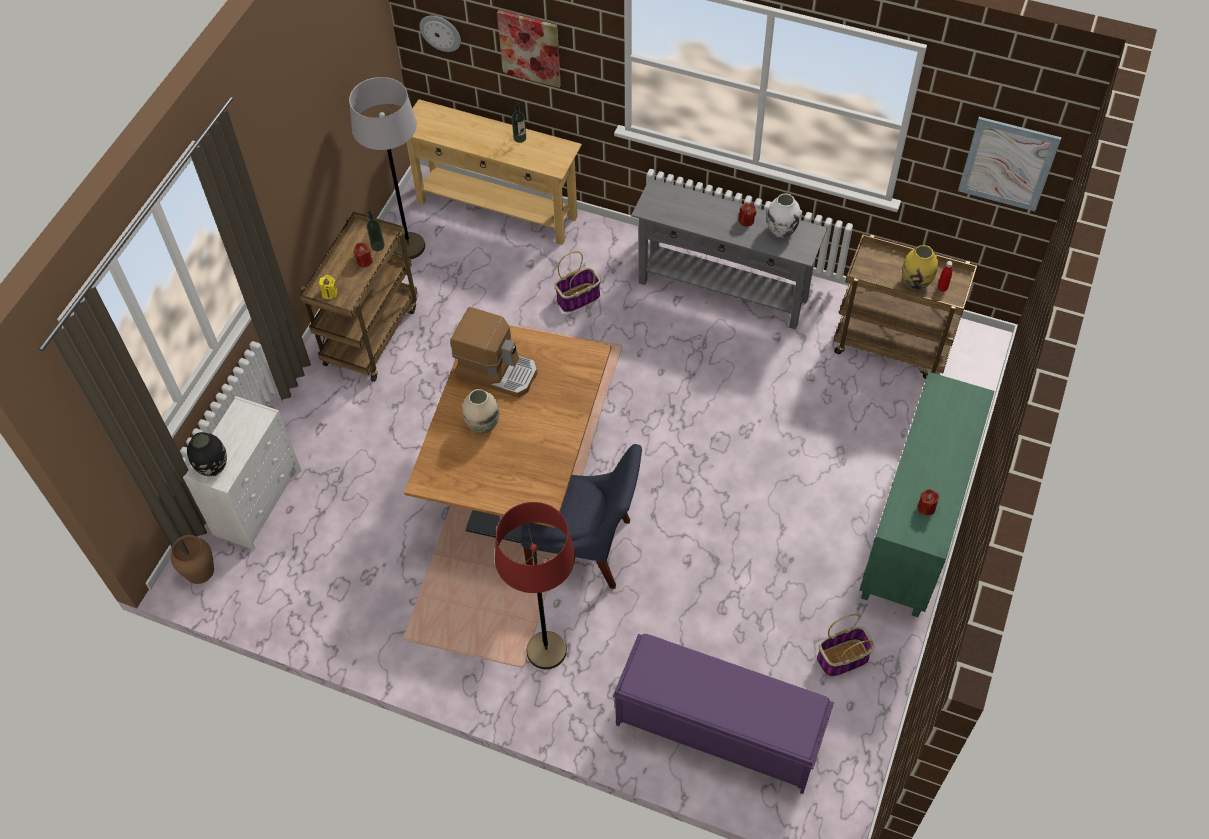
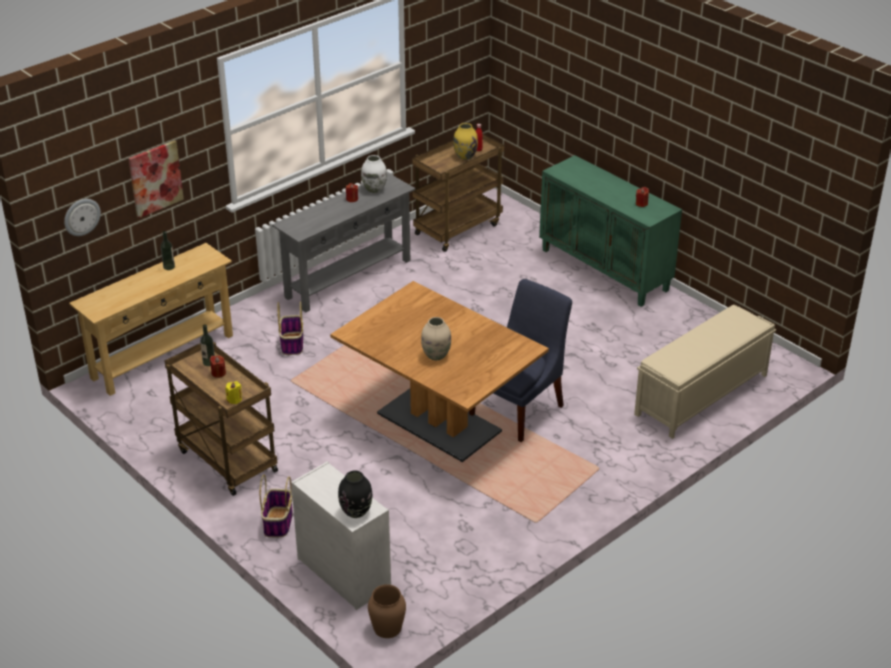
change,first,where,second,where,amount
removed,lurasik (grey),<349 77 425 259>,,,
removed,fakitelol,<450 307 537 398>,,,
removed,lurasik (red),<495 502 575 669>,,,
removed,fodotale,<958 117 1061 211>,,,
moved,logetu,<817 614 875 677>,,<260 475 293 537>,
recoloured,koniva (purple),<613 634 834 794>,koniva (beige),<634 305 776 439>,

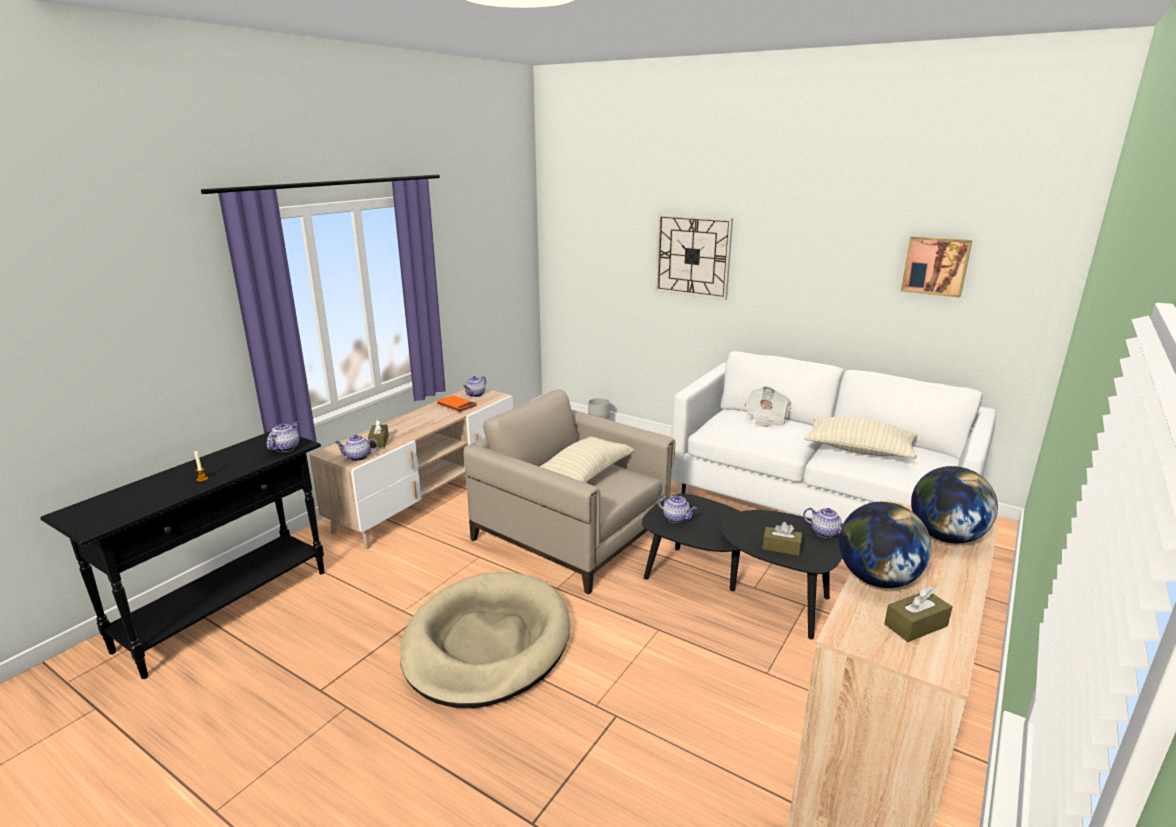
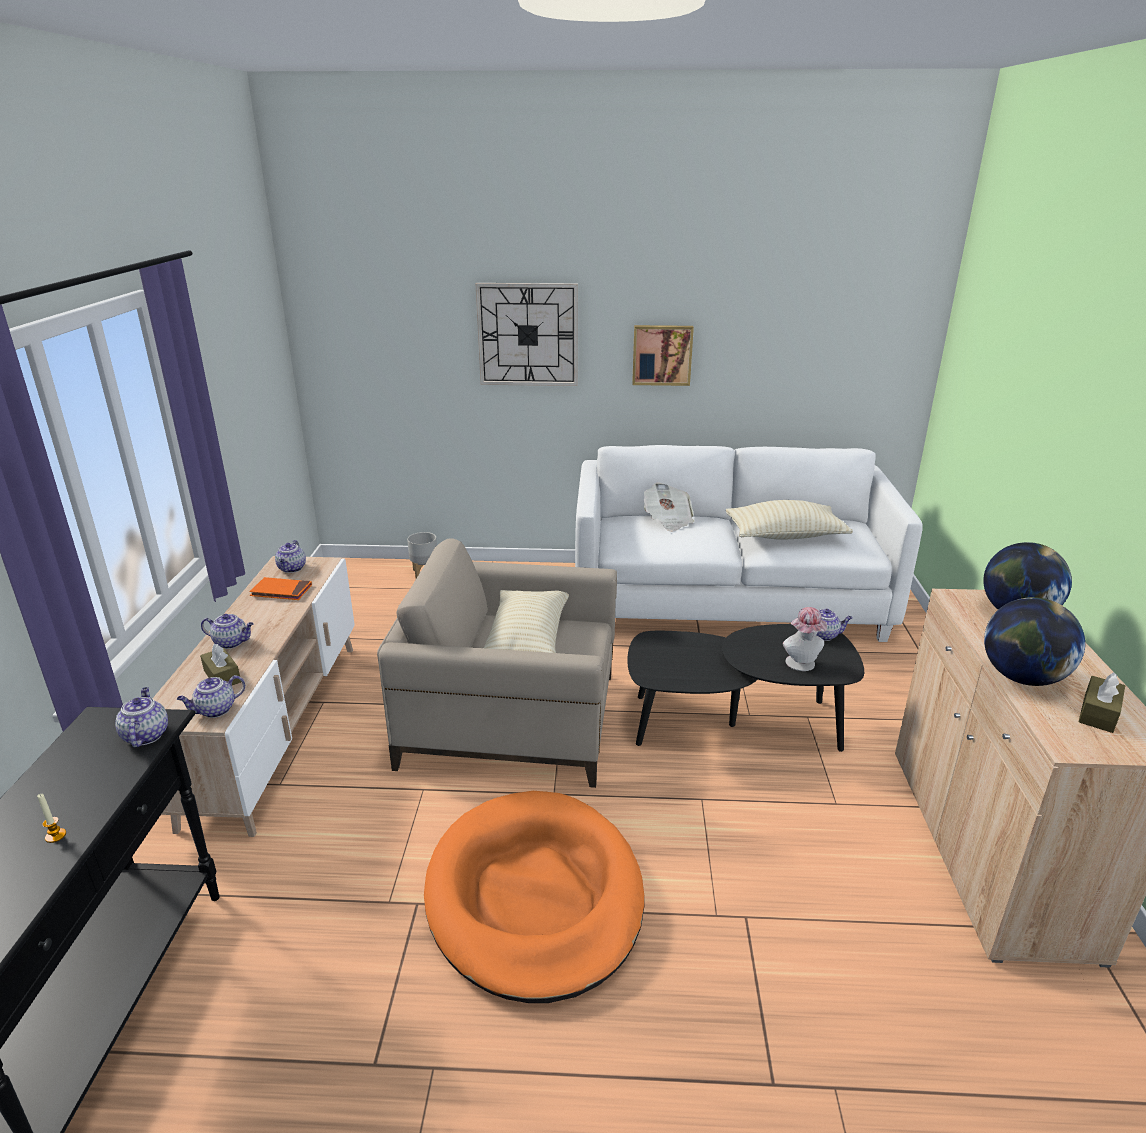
change,first,where,second,where,amount
moved,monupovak,<658 495 697 523>,,<201 614 254 649>,
moved,fodotale,<901 236 972 298>,,<632 325 694 386>,
replaced,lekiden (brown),<762 522 802 556>,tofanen,<783 607 827 671>,
recoloured,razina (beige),<400 572 570 708>,razina (orange),<424 791 644 1003>,

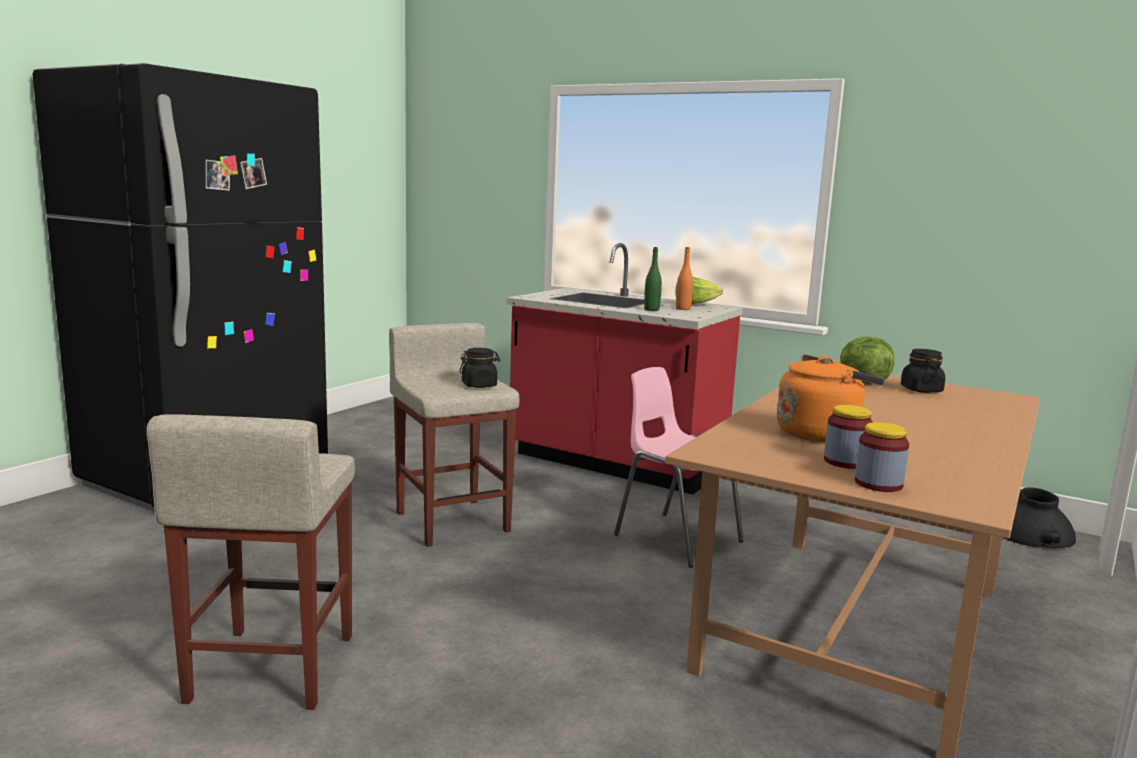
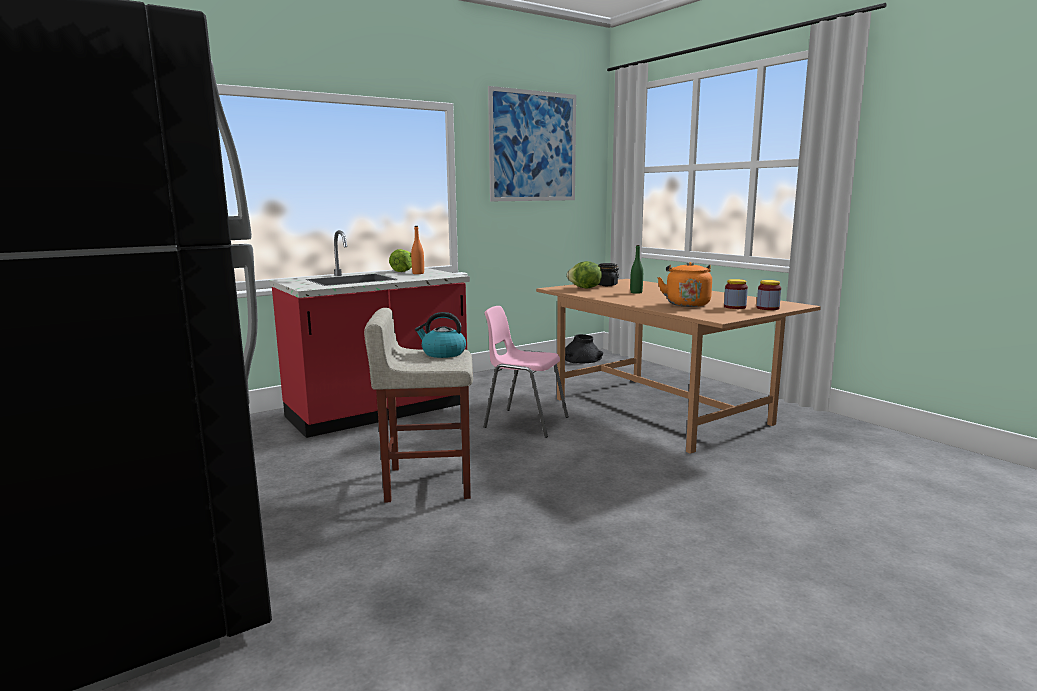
change,first,where,second,where,amount
removed,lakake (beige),<147 414 355 710>,,,
added,,,fodotale,<488 86 576 201>,
moved,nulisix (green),<644 247 662 311>,,<630 245 643 294>,
replaced,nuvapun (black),<459 348 500 388>,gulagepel,<415 312 466 358>,
turned,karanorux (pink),<614 367 743 568>,,<484 306 569 438>,45 degrees clockwise

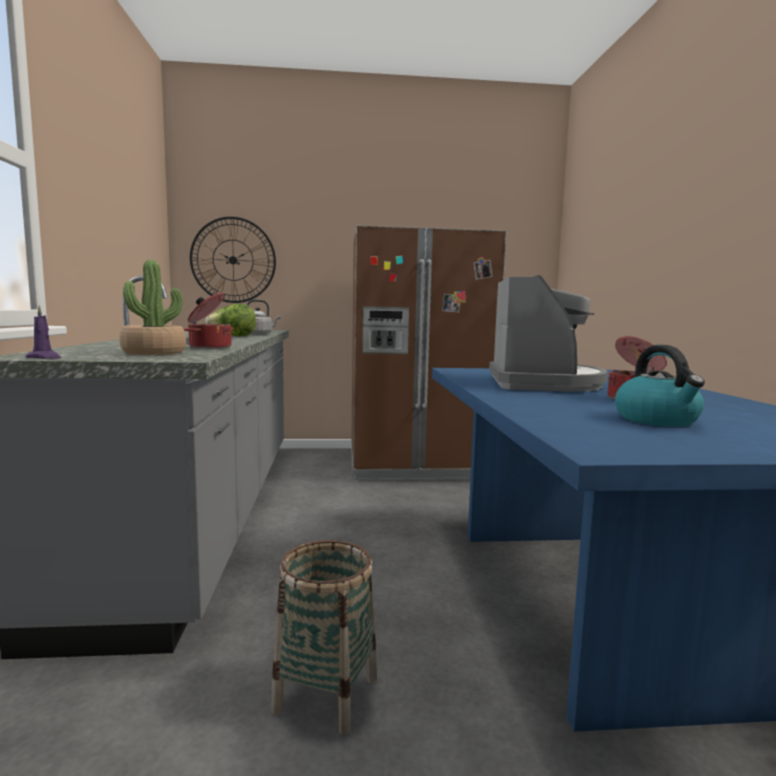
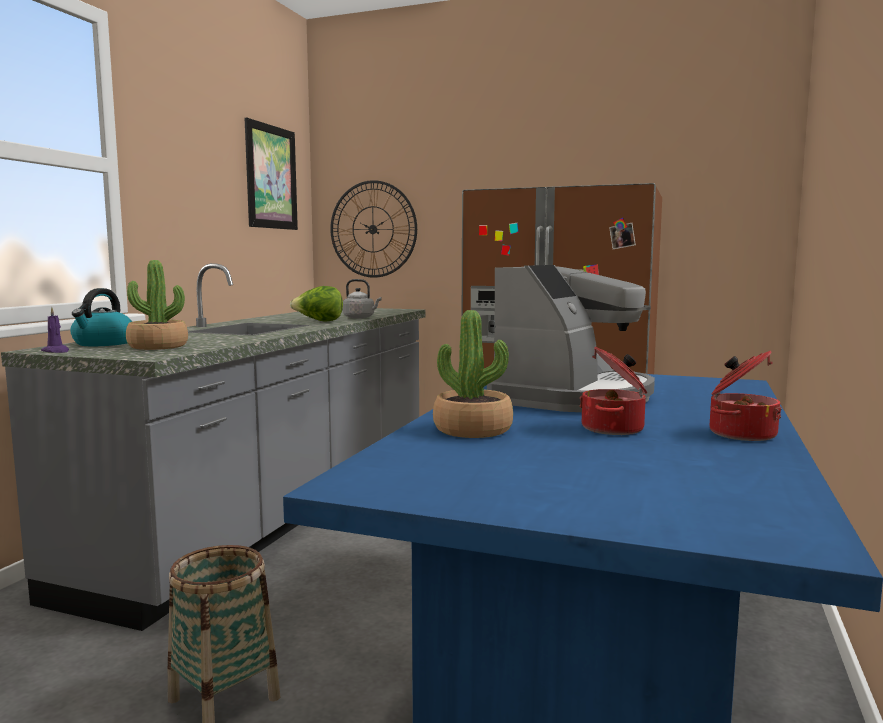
change,first,where,second,where,amount
added,,,fodotale,<245 118 298 230>,
added,,,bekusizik,<433 310 513 438>,
moved,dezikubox,<184 293 234 349>,,<709 351 782 441>,
moved,gulagepel,<615 345 705 427>,,<70 288 132 346>,

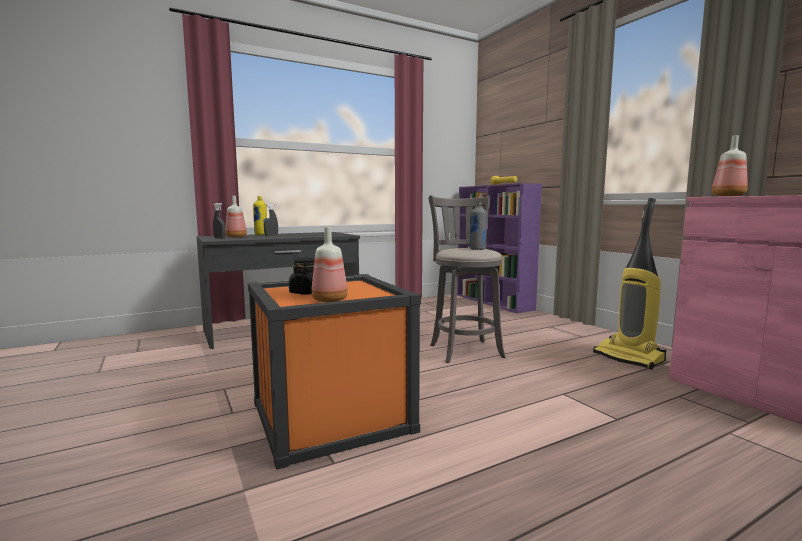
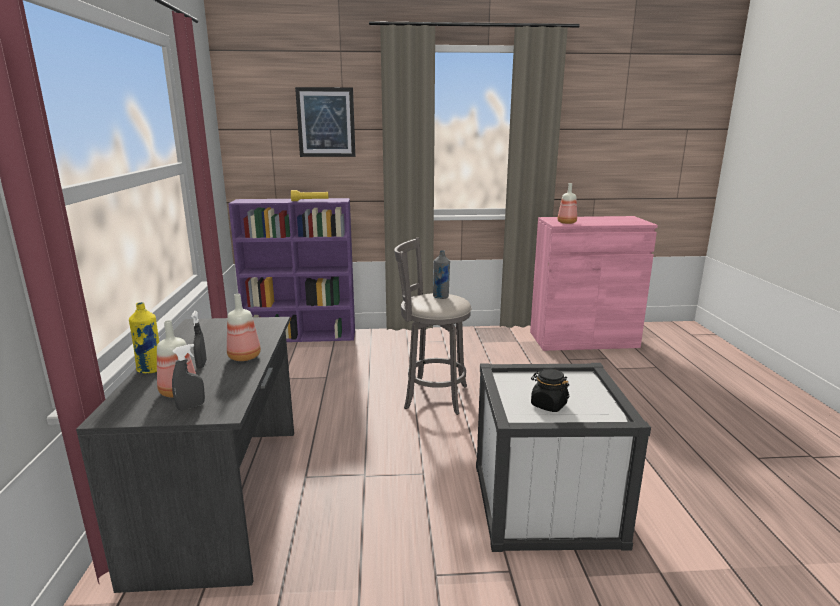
change,first,where,second,where,amount
removed,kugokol,<593 198 666 370>,,,
added,,,fodotale,<295 87 355 157>,
moved,nulisix,<311 227 348 302>,,<227 294 261 361>,
recoloured,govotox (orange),<248 274 421 470>,govotox (white),<476 363 651 552>,

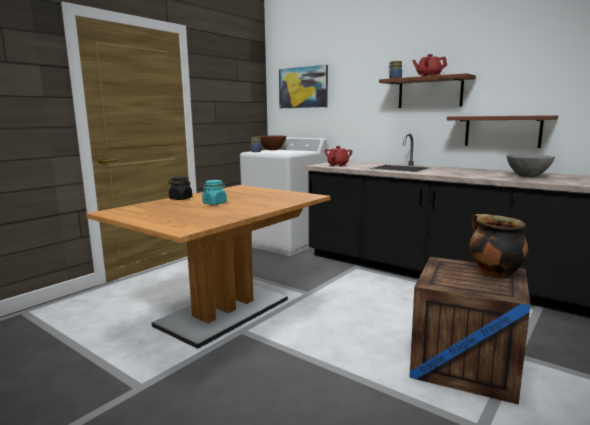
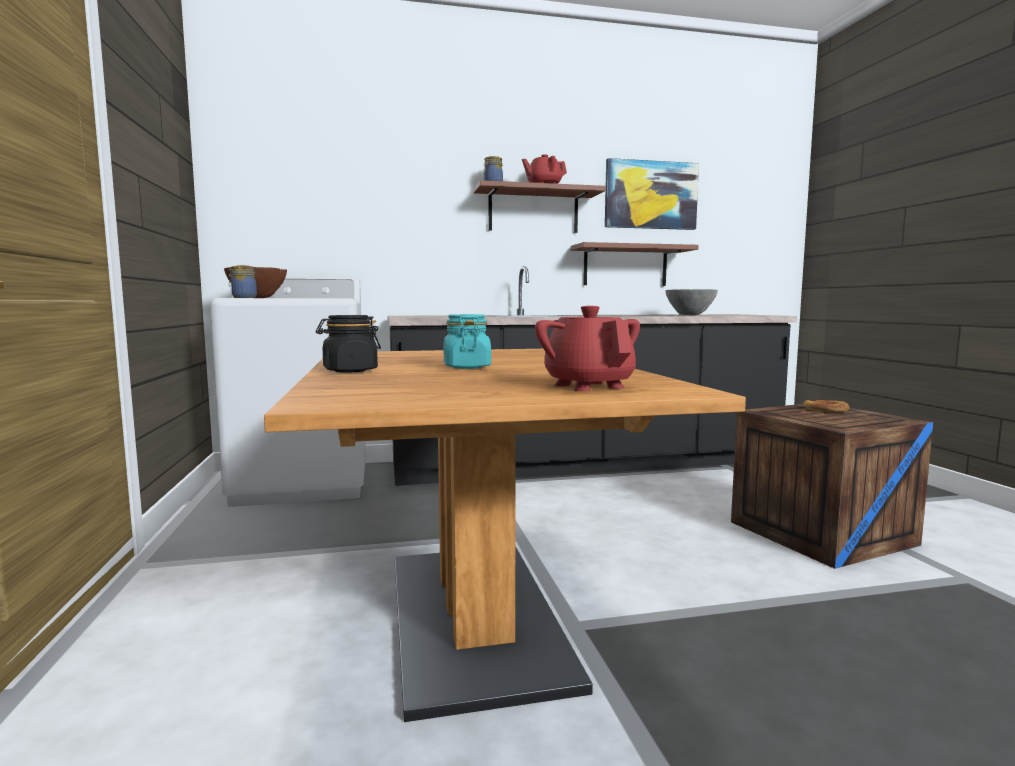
change,first,where,second,where,amount
moved,fodotale,<279 65 328 108>,,<605 158 699 230>,
moved,monupovak (red),<324 146 352 167>,,<535 306 640 391>,
replaced,dezikubox,<469 214 528 279>,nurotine,<803 400 850 412>,

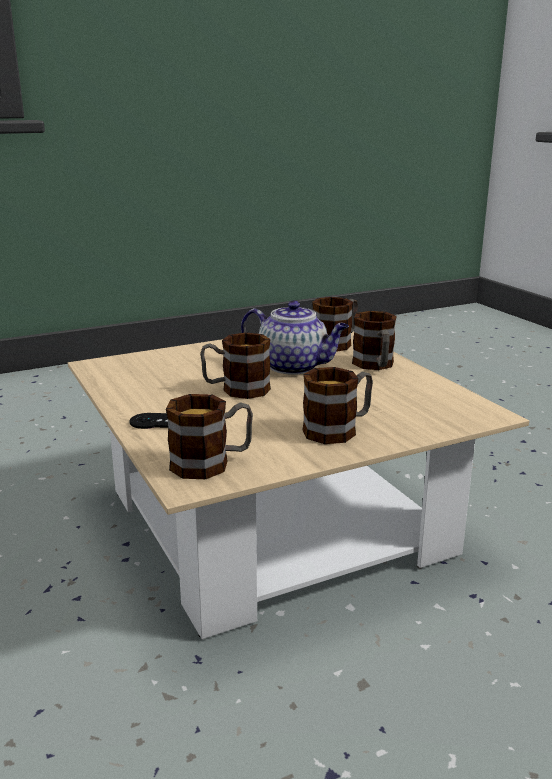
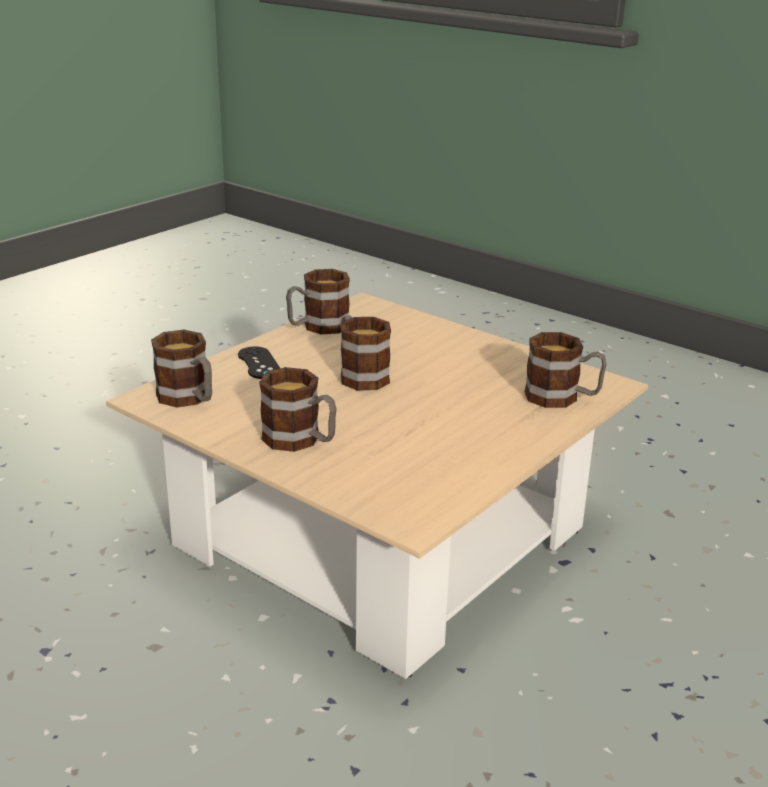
change,first,where,second,where,amount
removed,monupovak,<241 301 349 375>,,,
moved,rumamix,<352 311 397 370>,,<286 269 350 334>,

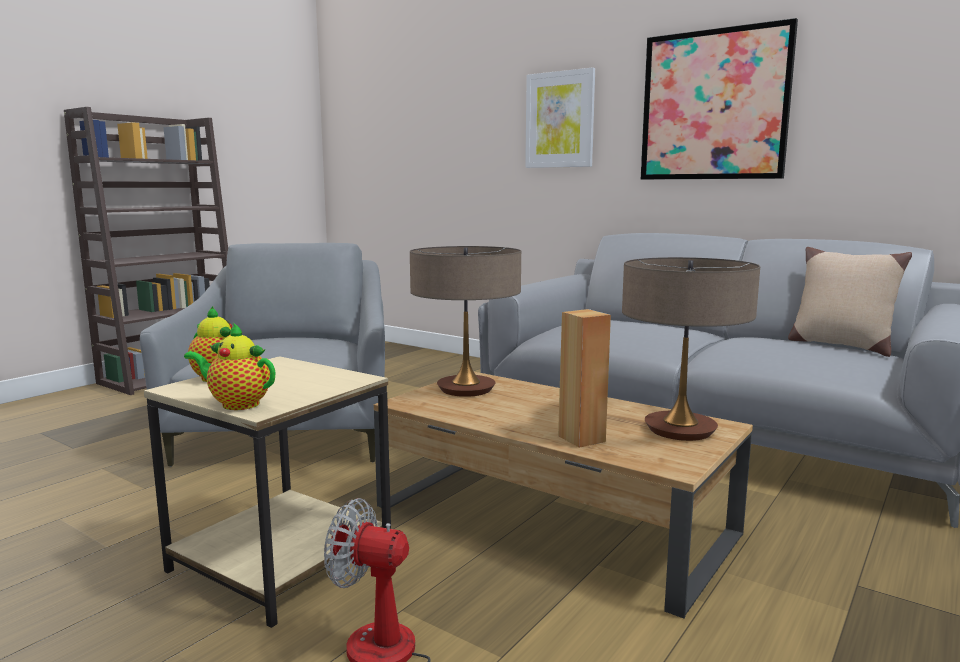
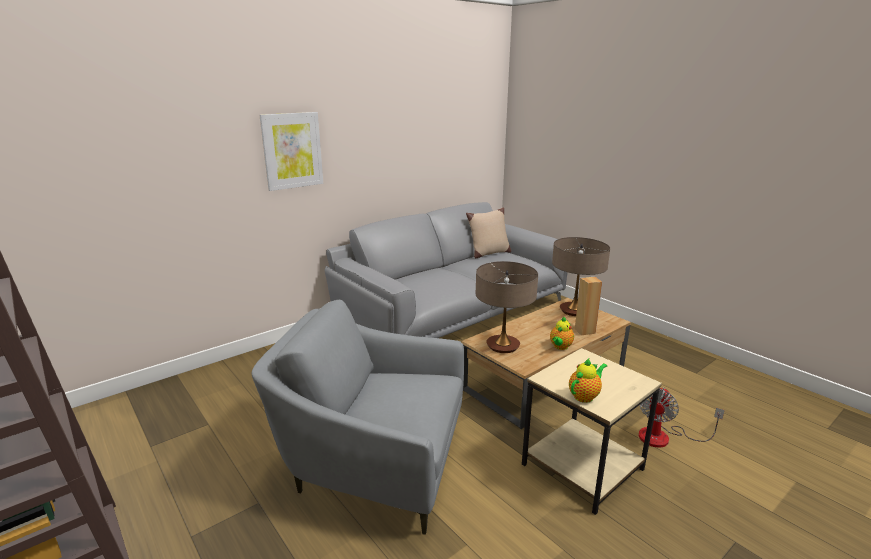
change,first,where,second,where,amount
removed,fodotale,<641 18 798 180>,,,
moved,monupovak,<184 322 275 410>,,<550 317 574 350>,

